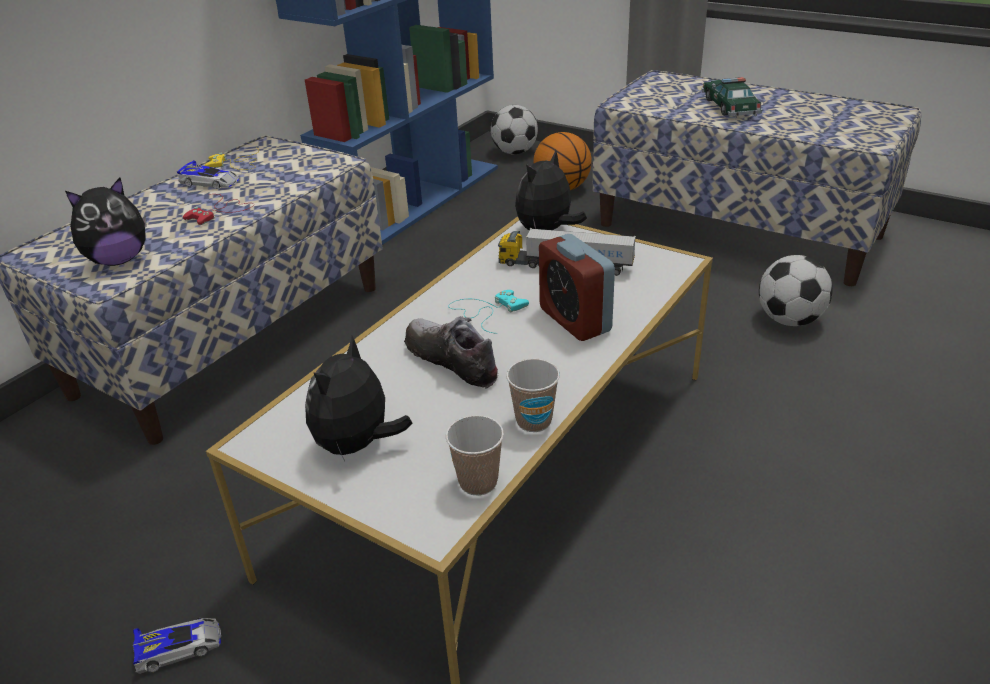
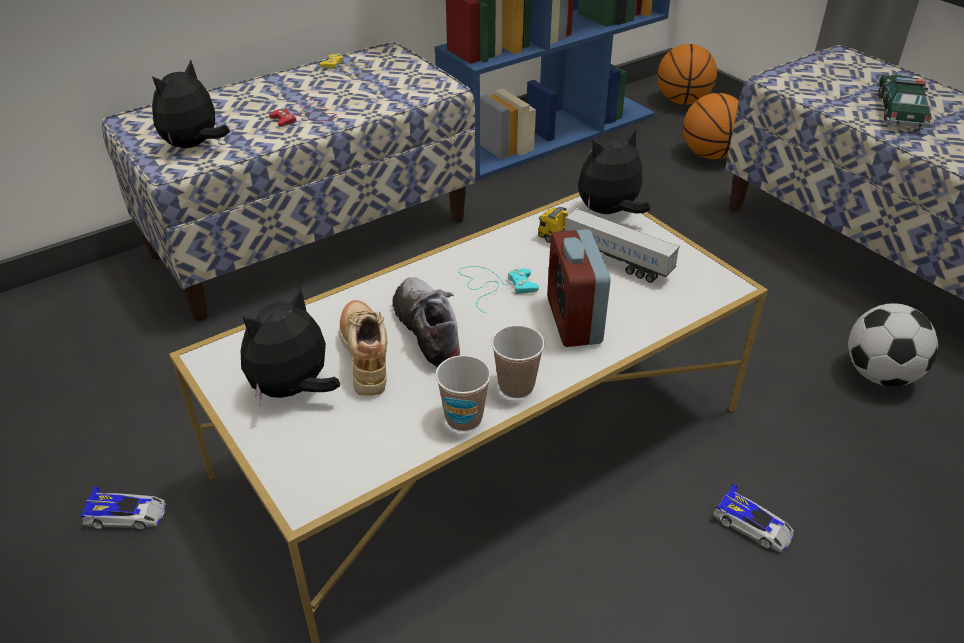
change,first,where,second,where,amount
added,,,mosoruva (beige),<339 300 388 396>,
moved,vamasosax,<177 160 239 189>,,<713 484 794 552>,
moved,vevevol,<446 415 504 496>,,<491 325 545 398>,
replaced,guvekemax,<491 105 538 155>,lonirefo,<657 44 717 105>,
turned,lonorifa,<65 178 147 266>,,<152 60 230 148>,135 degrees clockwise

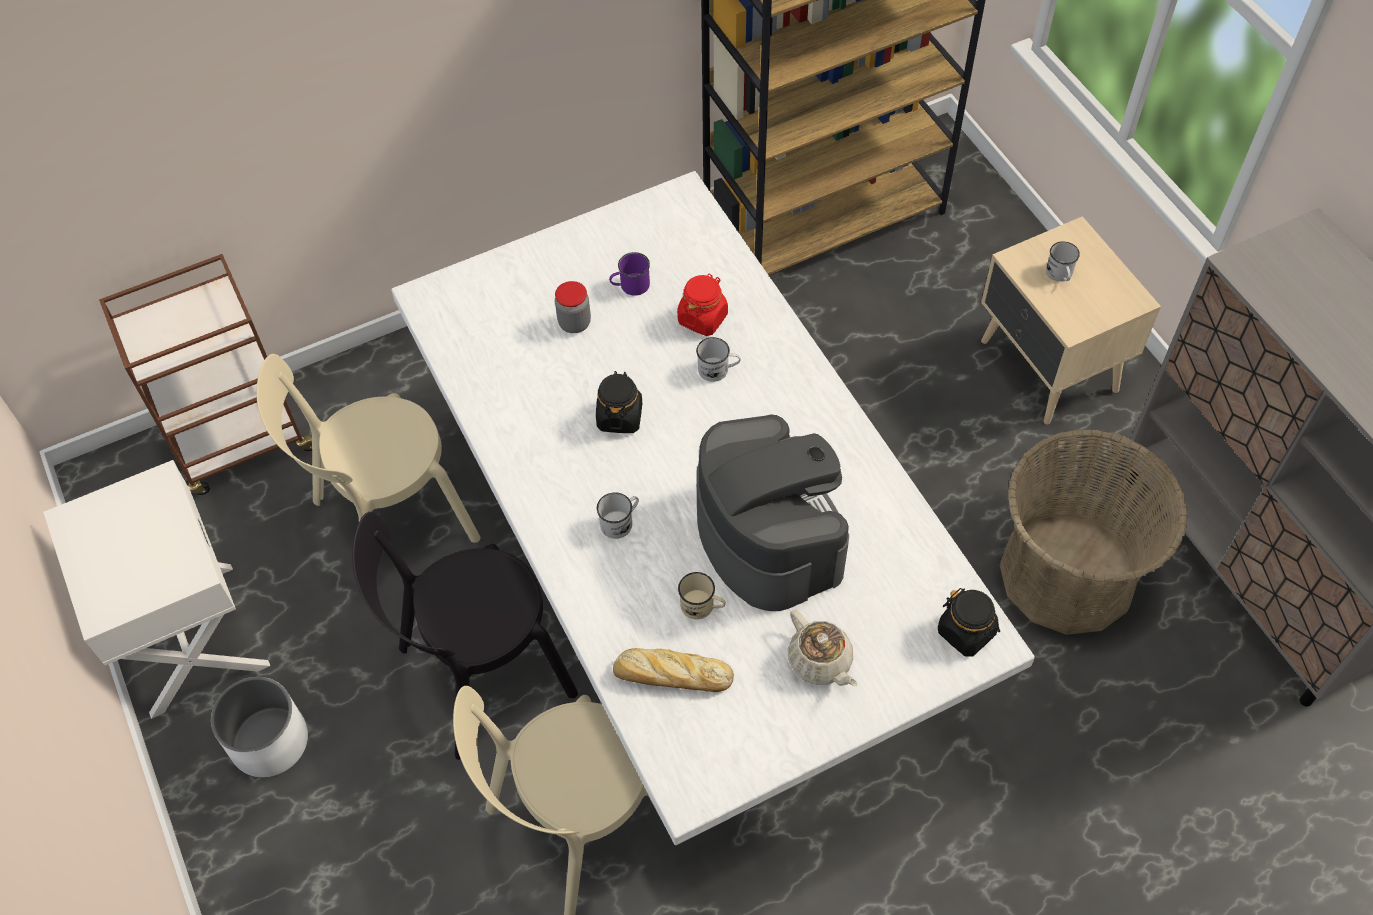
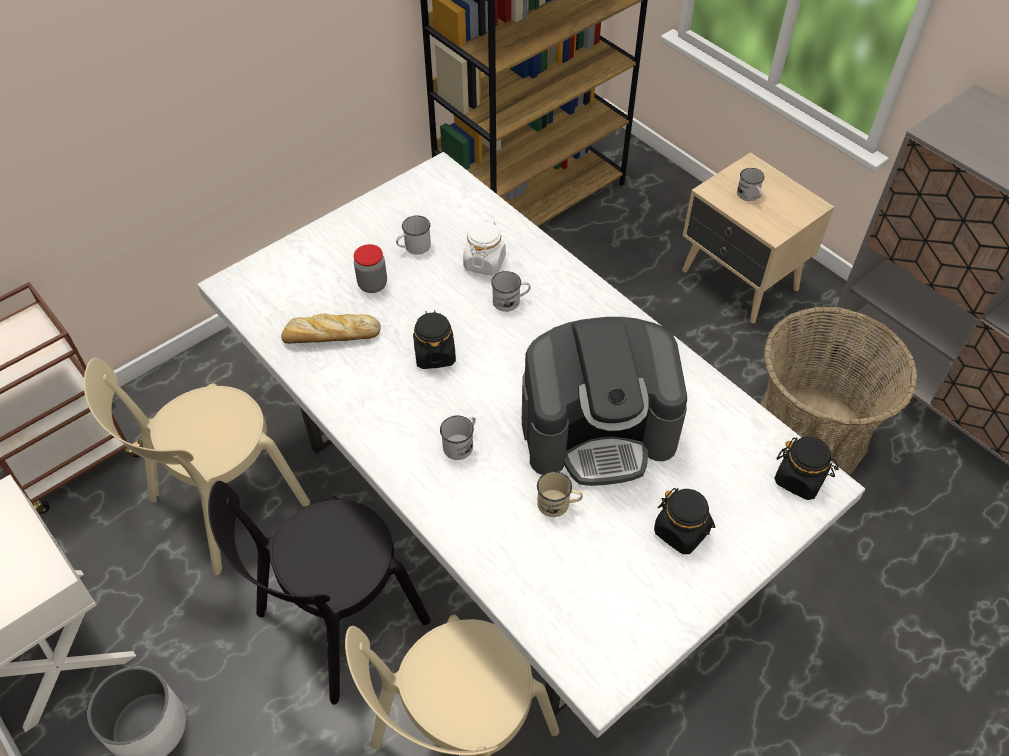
change,first,where,second,where,amount
moved,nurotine,<613 648 734 692>,,<281 313 380 344>,
replaced,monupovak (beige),<788 609 857 686>,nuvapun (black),<654 488 715 554>,
recoloured,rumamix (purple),<609 252 650 296>,rumamix (white),<396 215 431 254>,
recoloured,nuvapun (red),<677 273 728 336>,nuvapun (white),<463 220 506 276>,
turned,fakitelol,<697 414 849 611>,,<522 317 687 486>,120 degrees clockwise

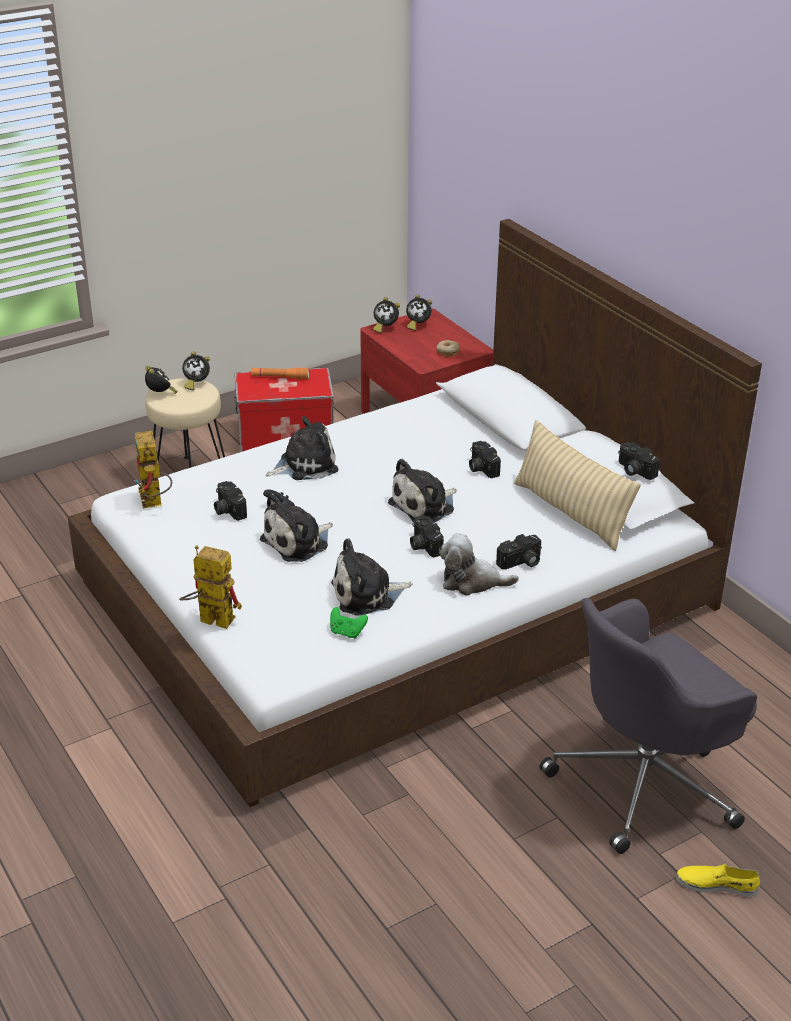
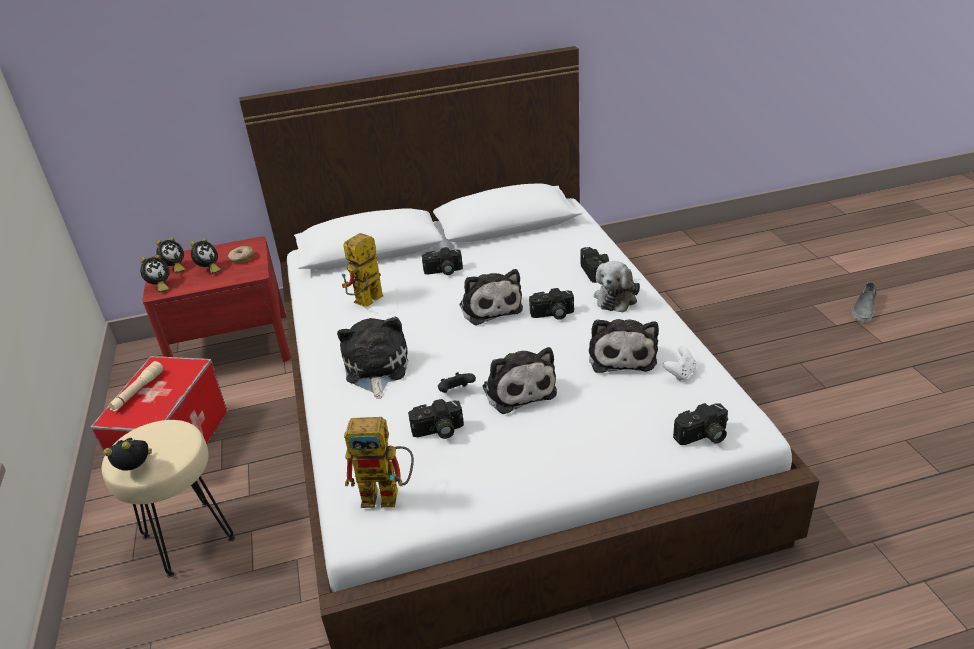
change,first,where,second,where,amount
removed,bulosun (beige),<514 420 641 551>,,,
removed,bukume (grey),<539 598 757 854>,,,
moved,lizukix,<179 545 242 629>,,<341 233 383 307>,
moved,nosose,<182 351 210 390>,,<190 238 221 274>,
moved,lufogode,<618 442 660 480>,,<673 403 728 445>,
recoloured,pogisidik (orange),<251 368 309 379>,pogisidik (beige),<108 361 163 412>,
recoloured,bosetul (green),<330 607 368 639>,bosetul (white),<663 346 696 381>,
recoloured,mosoruva (yellow),<676 864 760 897>,mosoruva (grey),<852 282 876 322>,

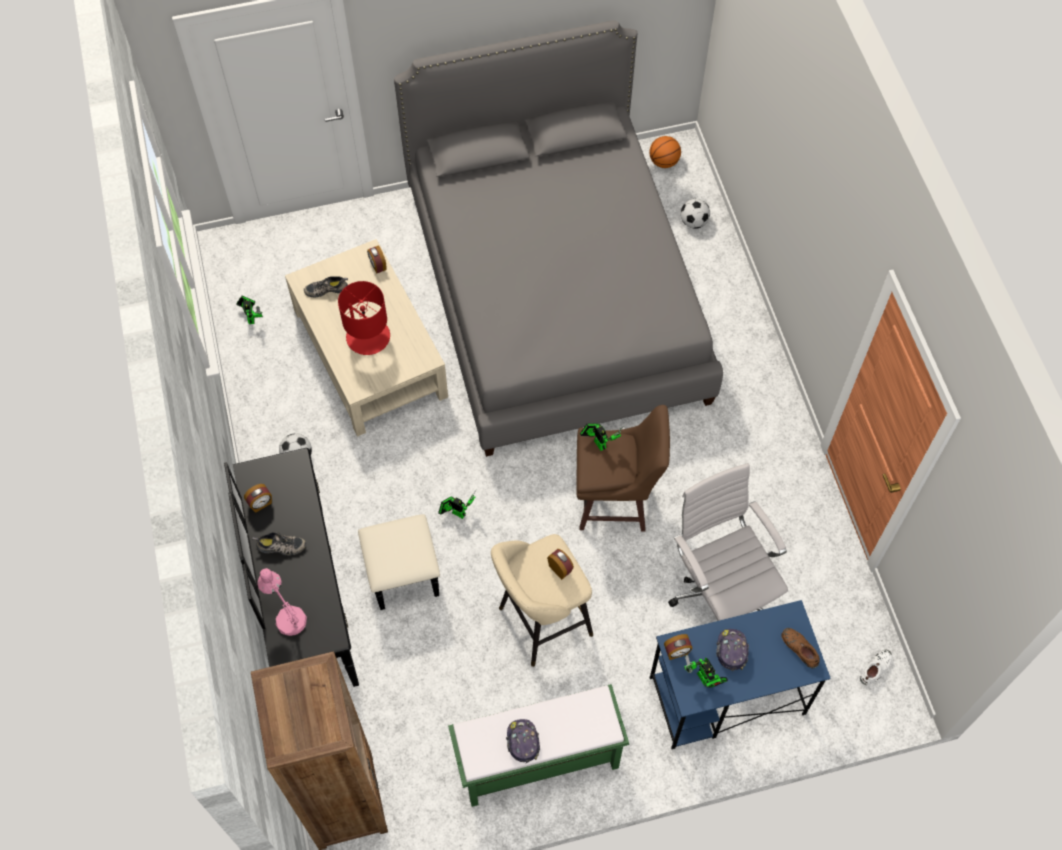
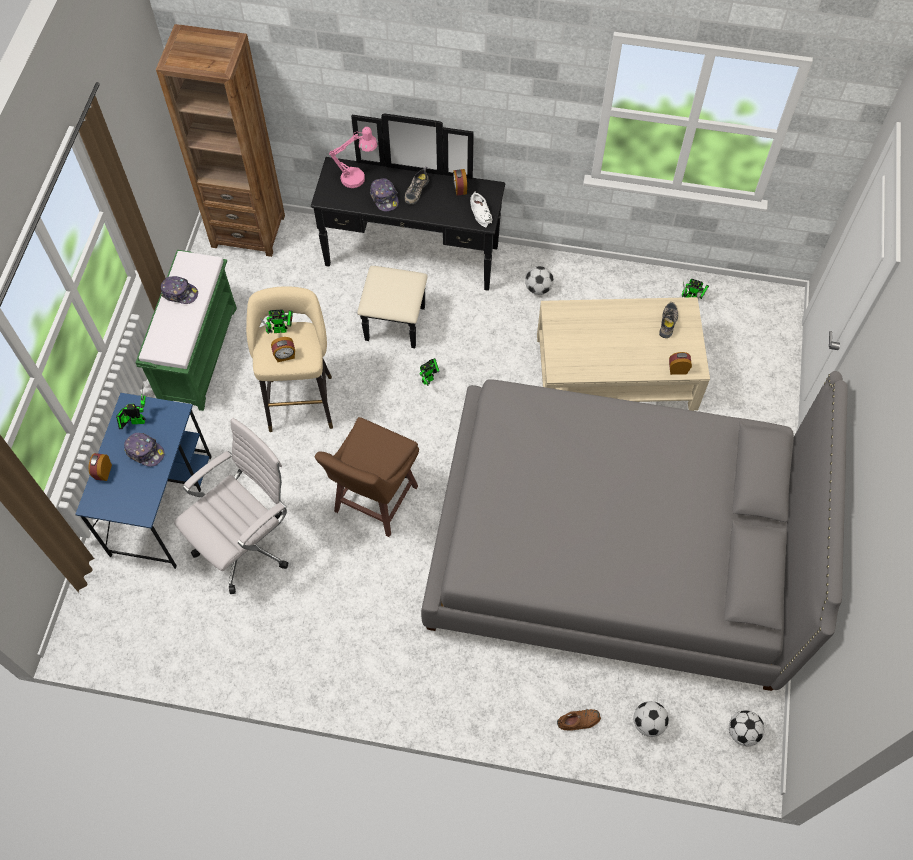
change,first,where,second,where,amount
removed,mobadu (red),<338 281 390 355>,,,
added,,,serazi,<370 178 399 212>,
moved,lizukix,<580 423 623 451>,,<260 310 293 334>,
moved,nosose,<664 634 693 660>,,<88 453 112 481>,
moved,mosoruva (brown),<781 628 820 669>,,<557 709 601 731>,
moved,mosoruva (white),<860 649 892 685>,,<470 191 492 227>,
replaced,lonirefo,<649 136 681 168>,guvekemax,<729 710 765 746>,
turned,bukume (white),<668 463 788 621>,,<174 418 288 594>,45 degrees counterclockwise

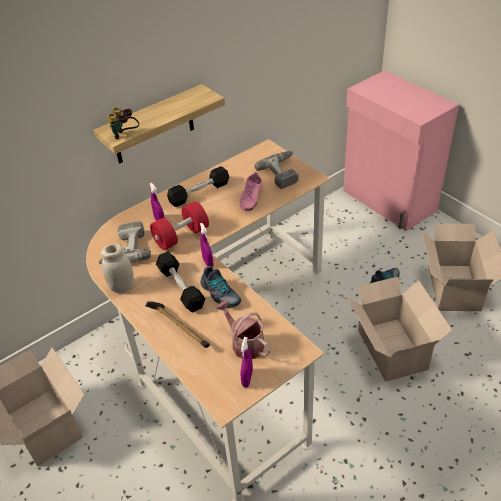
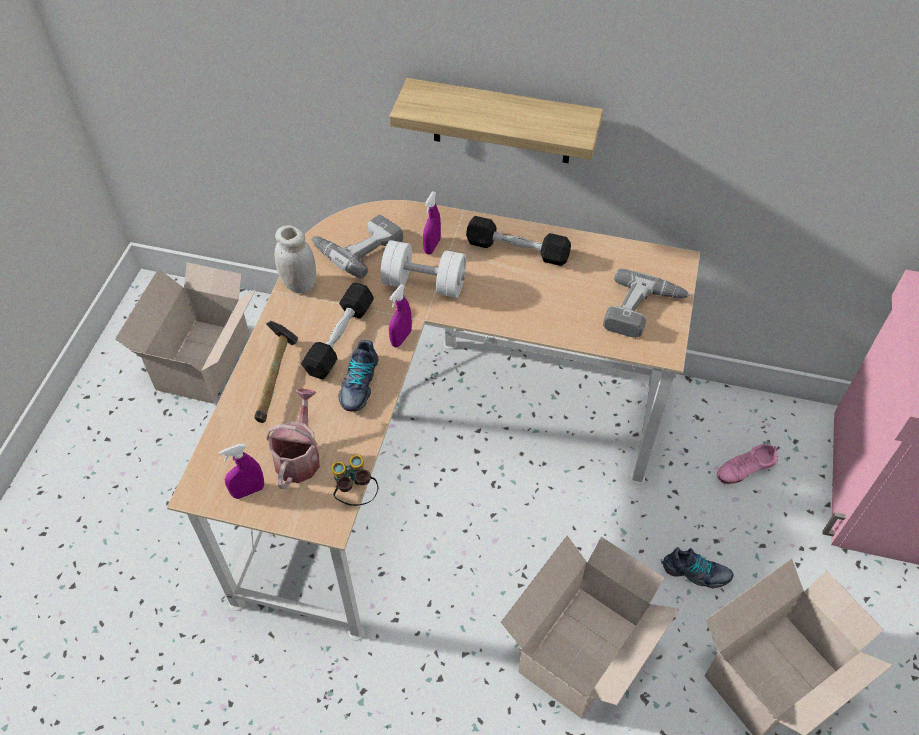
change,first,where,second,where,amount
moved,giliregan,<108 108 139 139>,,<331 455 378 506>,
moved,mosoruva (pink),<239 172 262 211>,,<717 444 778 484>,
recoloured,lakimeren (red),<150 201 209 250>,lakimeren (white),<380 240 466 298>,

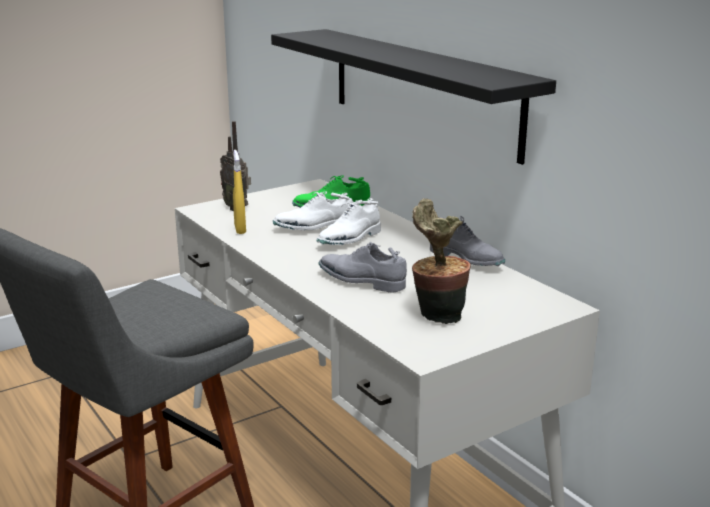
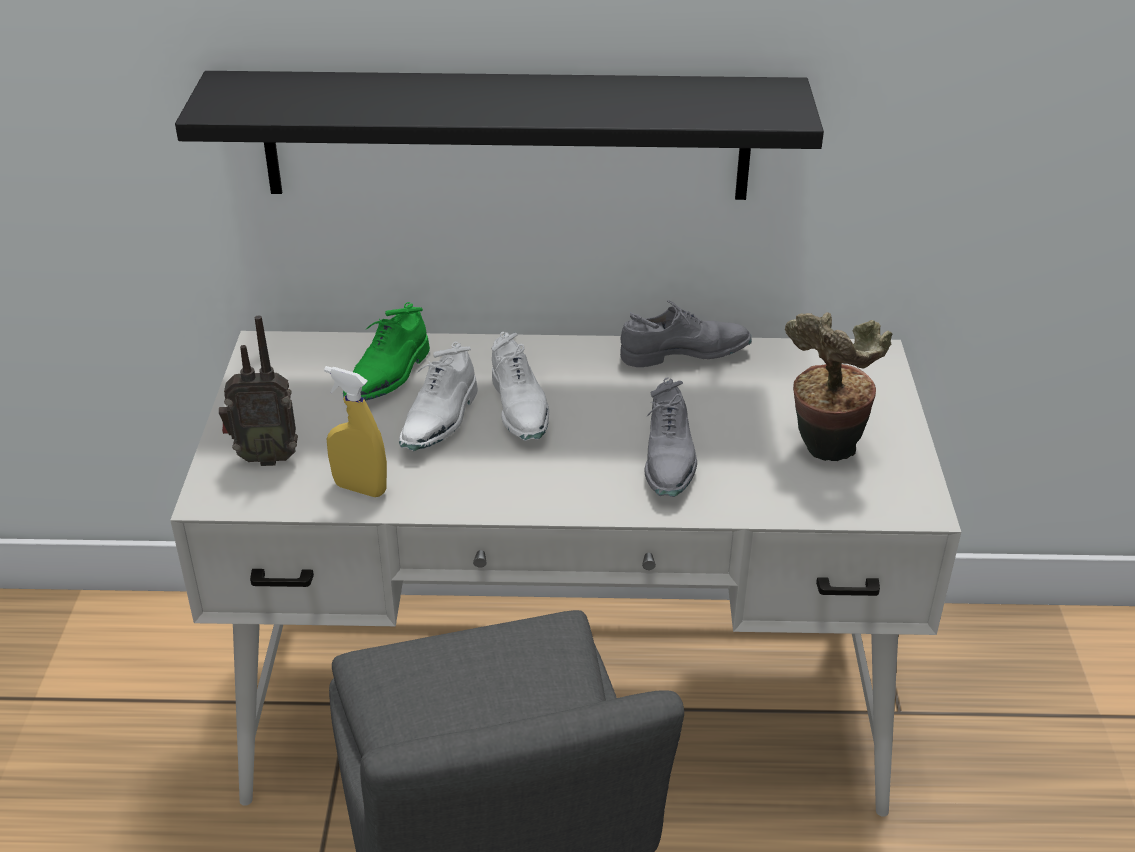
change,first,where,second,where,amount
turned,mosoruva (grey),<318 242 407 293>,,<644 378 697 497>,60 degrees counterclockwise

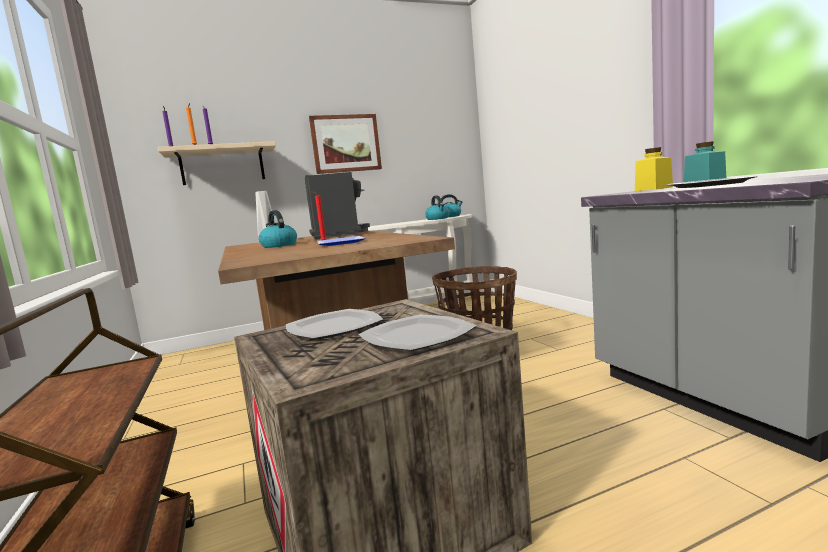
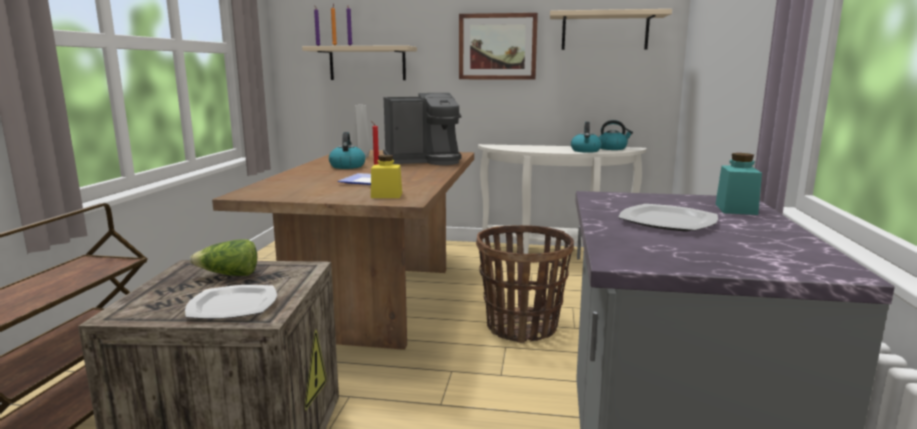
change,first,where,second,where,amount
added,,,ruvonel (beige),<550 9 672 50>,
moved,nuvapun (yellow),<635 147 673 191>,,<371 155 402 198>,
replaced,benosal,<286 309 384 339>,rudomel,<190 239 257 276>,
turned,fakitelol,<305 172 370 240>,,<383 93 462 165>,60 degrees clockwise

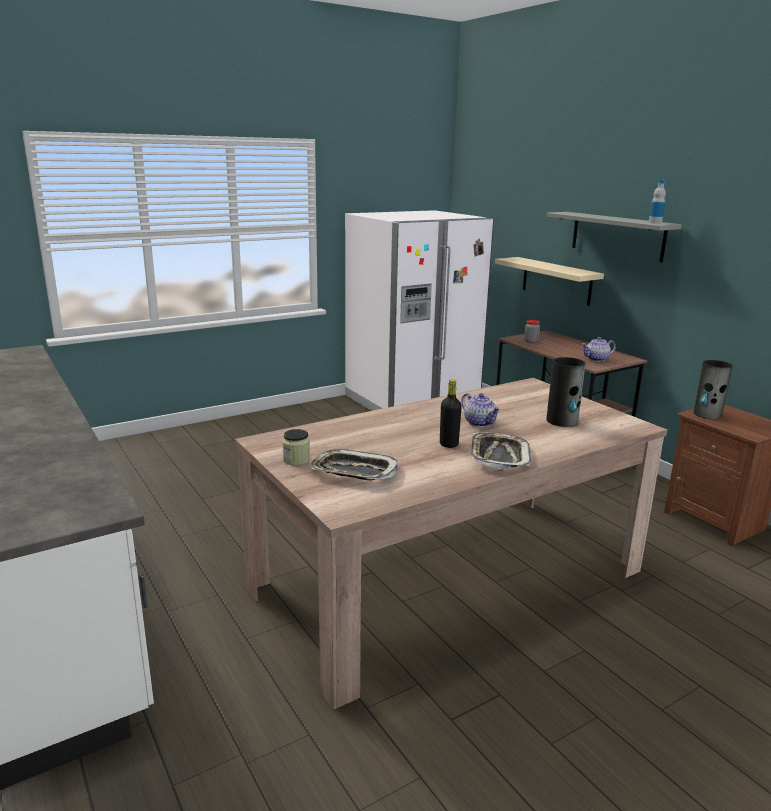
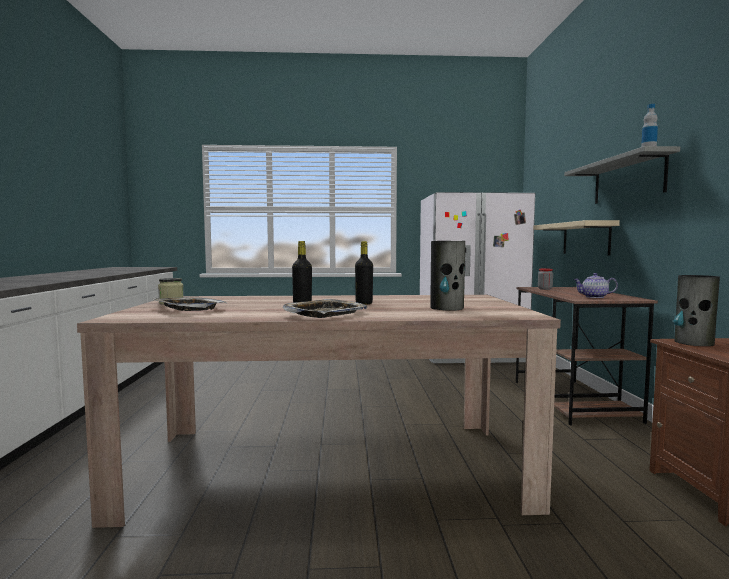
change,first,where,second,where,amount
replaced,monupovak,<461 393 501 427>,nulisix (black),<355 241 373 305>,

